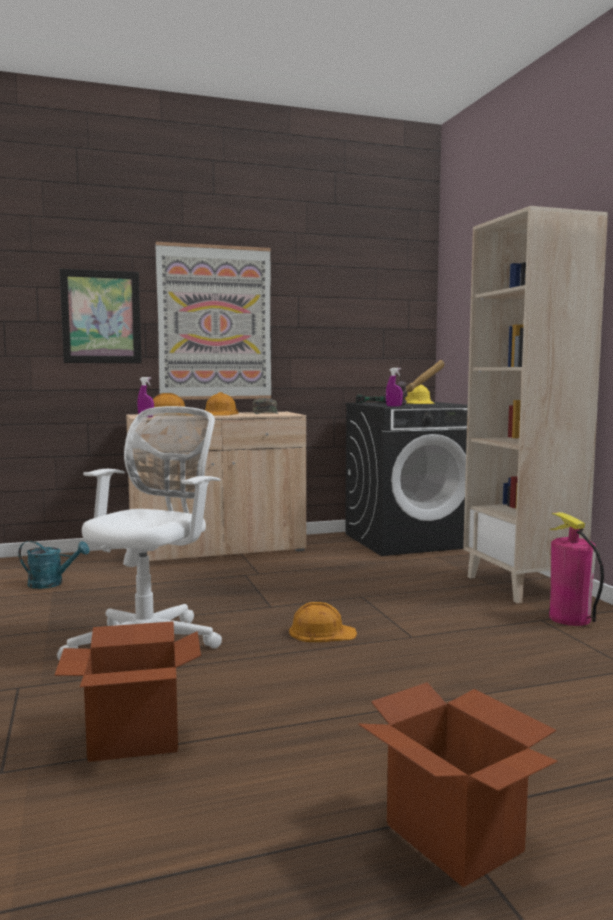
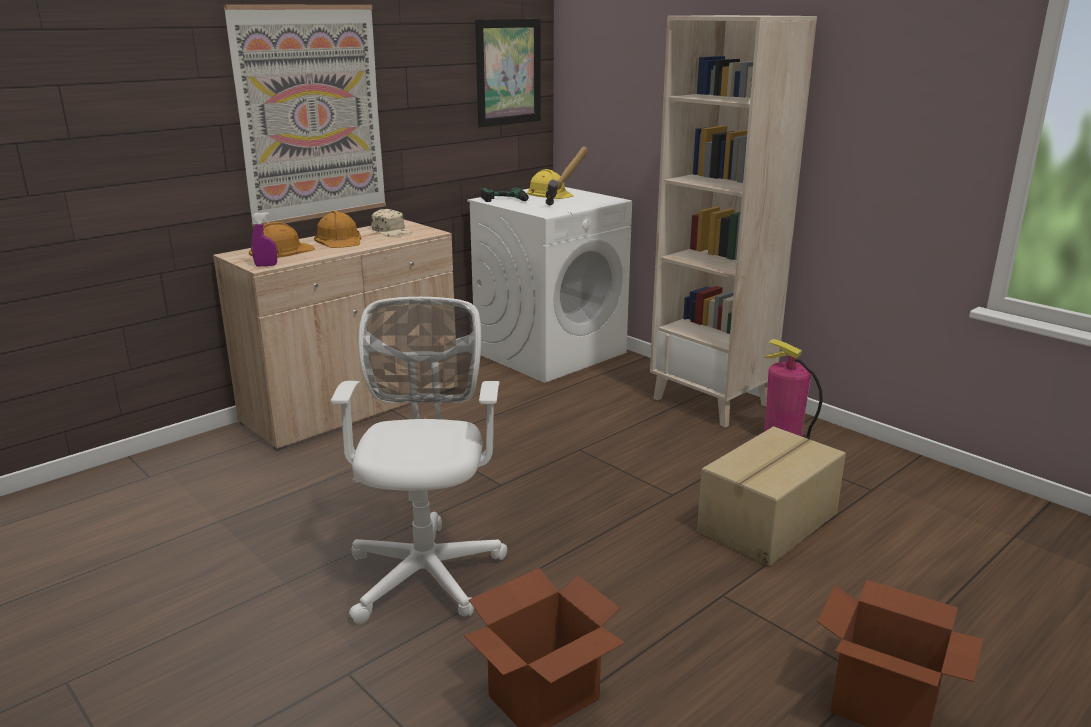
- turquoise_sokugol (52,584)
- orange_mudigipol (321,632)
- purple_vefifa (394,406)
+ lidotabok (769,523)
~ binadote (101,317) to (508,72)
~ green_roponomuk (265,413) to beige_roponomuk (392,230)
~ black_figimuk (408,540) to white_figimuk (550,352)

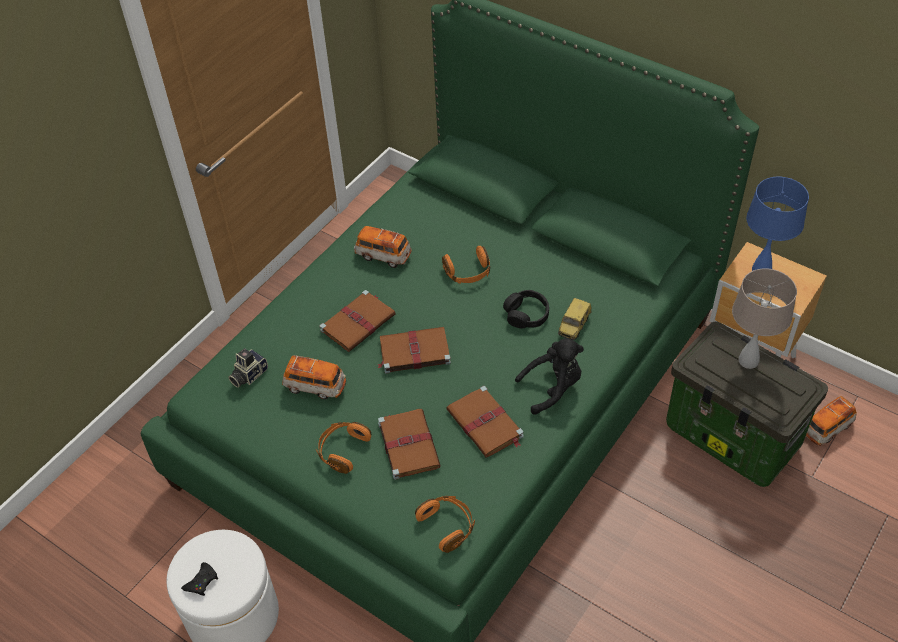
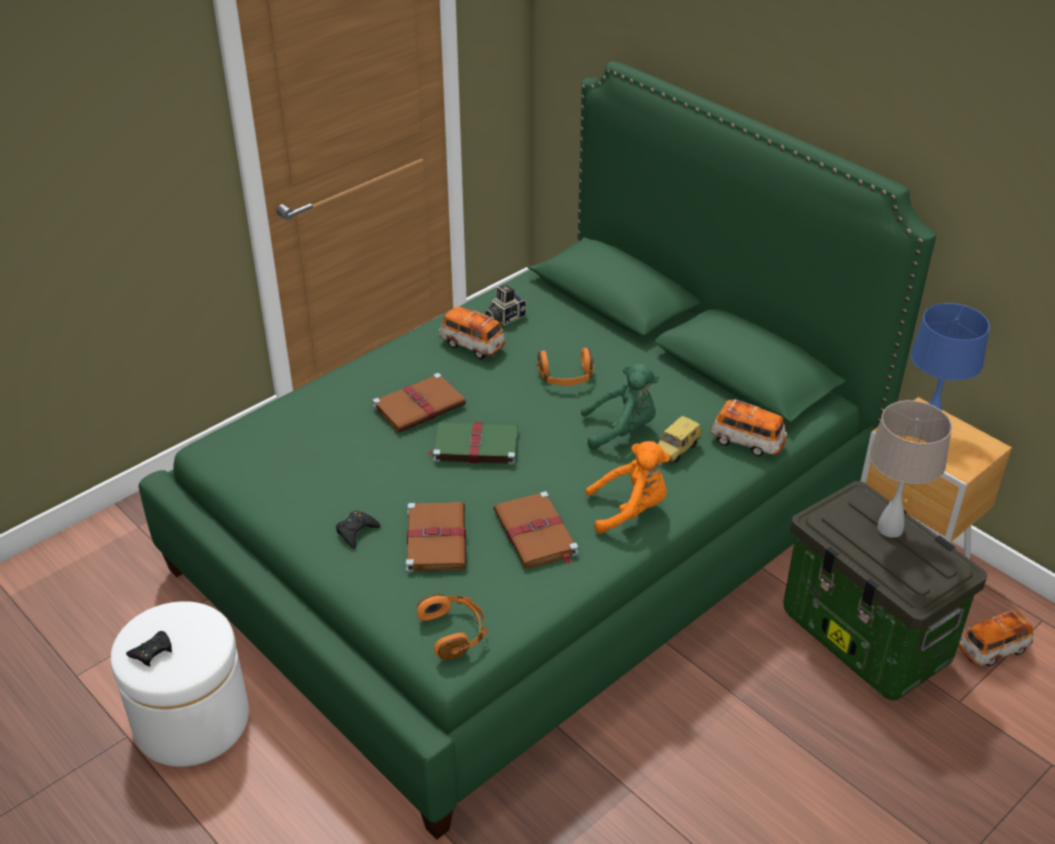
~ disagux (248,375) to (504,317)
~ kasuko (315,386) to (747,442)
~ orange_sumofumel (342,450) to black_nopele (356,531)
~ black_sumofumel (526,314) to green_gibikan (622,430)
~ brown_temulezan (413,351) to green_temulezan (474,445)
~ black_gibikan (553,388) to orange_gibikan (630,510)

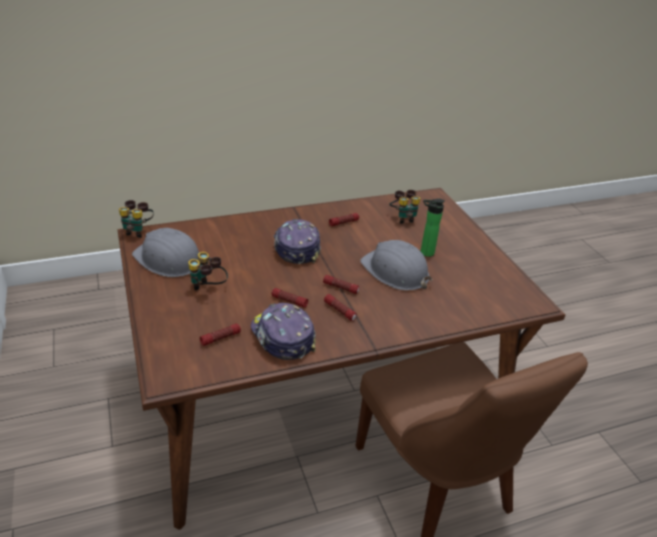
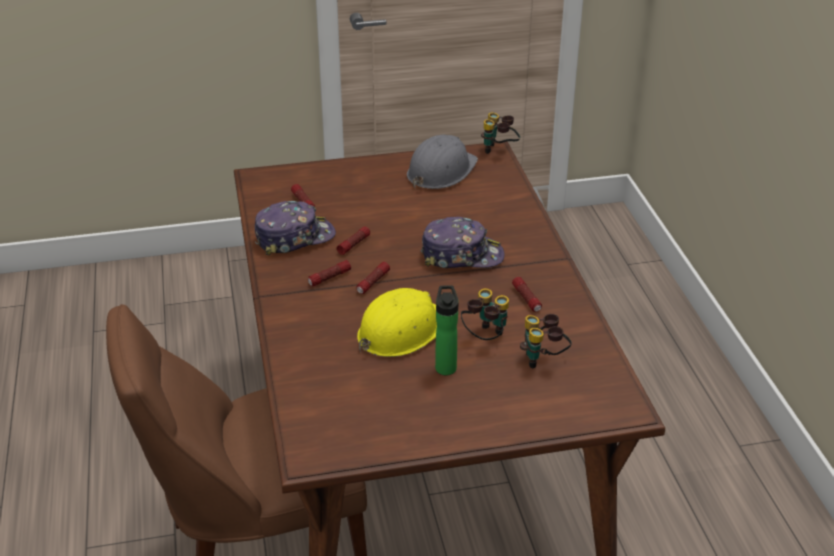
~ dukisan (208,289) to (485,337)
~ grey_mudigipol (395,272) to yellow_mudigipol (401,331)

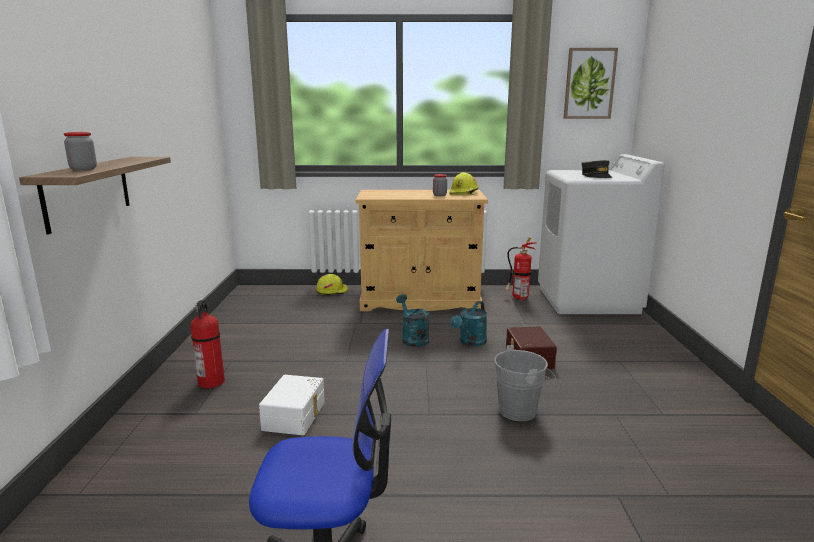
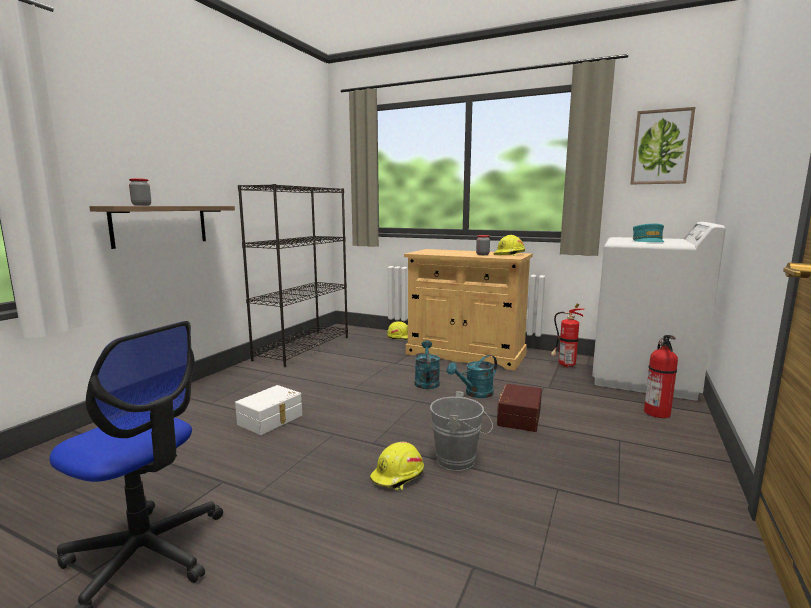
+ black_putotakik (303,348)
+ yellow_mudigipol (398,476)
~ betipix (211,382) to (657,413)
~ grey_roponomuk (596,176) to turquoise_roponomuk (648,241)

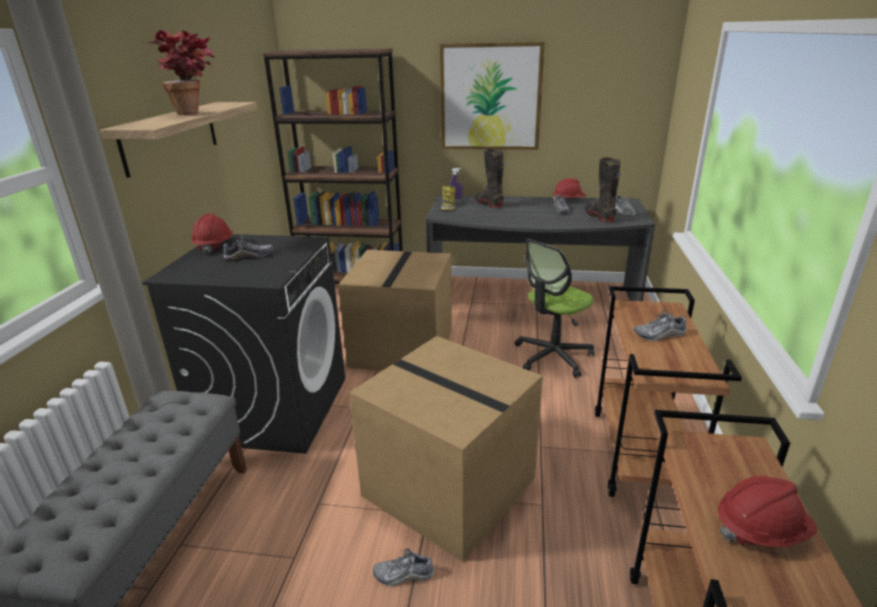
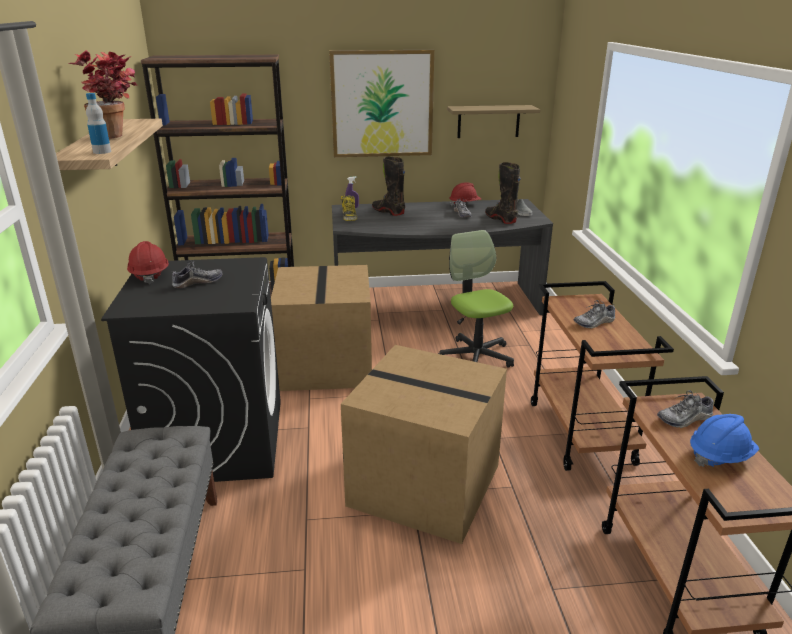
+ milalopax (102,152)
+ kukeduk (488,121)
~ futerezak (403,575) to (684,419)
~ red_mudigipol (760,530) to blue_mudigipol (720,456)
~ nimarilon (552,356) = (475,357) 120 degrees clockwise

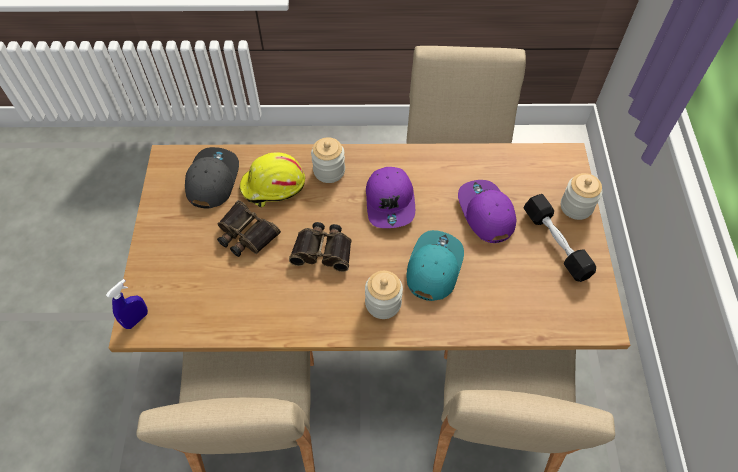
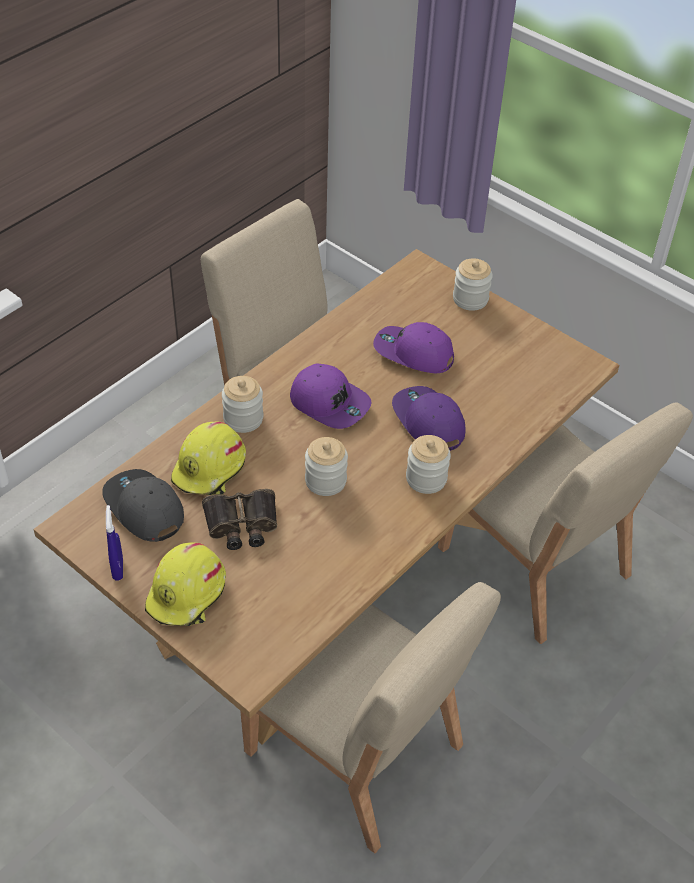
- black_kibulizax (555,243)
+ yellow_mudigipol (188,594)
~ blue_vefifa (136,319) to (118,568)
~ dukisan (323,250) to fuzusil (325,481)
~ turquoise_roponomuk (433,267) to purple_roponomuk (427,422)

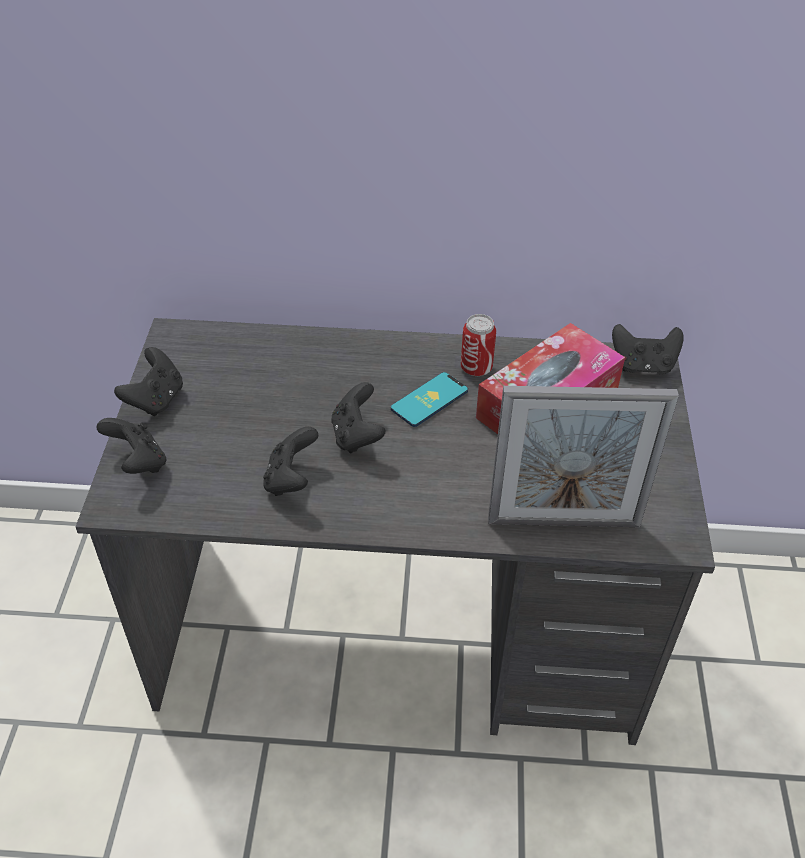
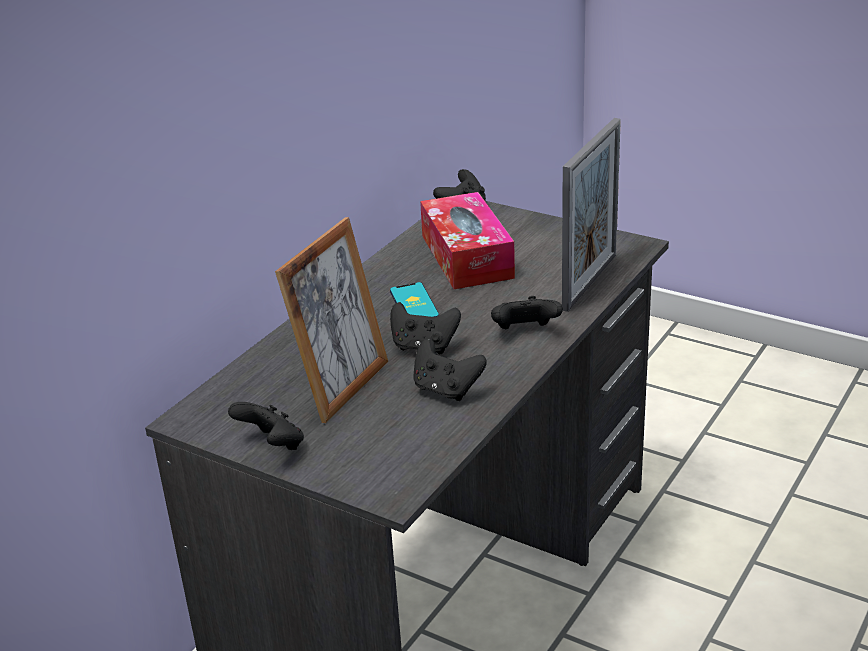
- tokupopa (476,368)
+ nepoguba (342,387)
~ black_nopele (138,462) to (525,332)

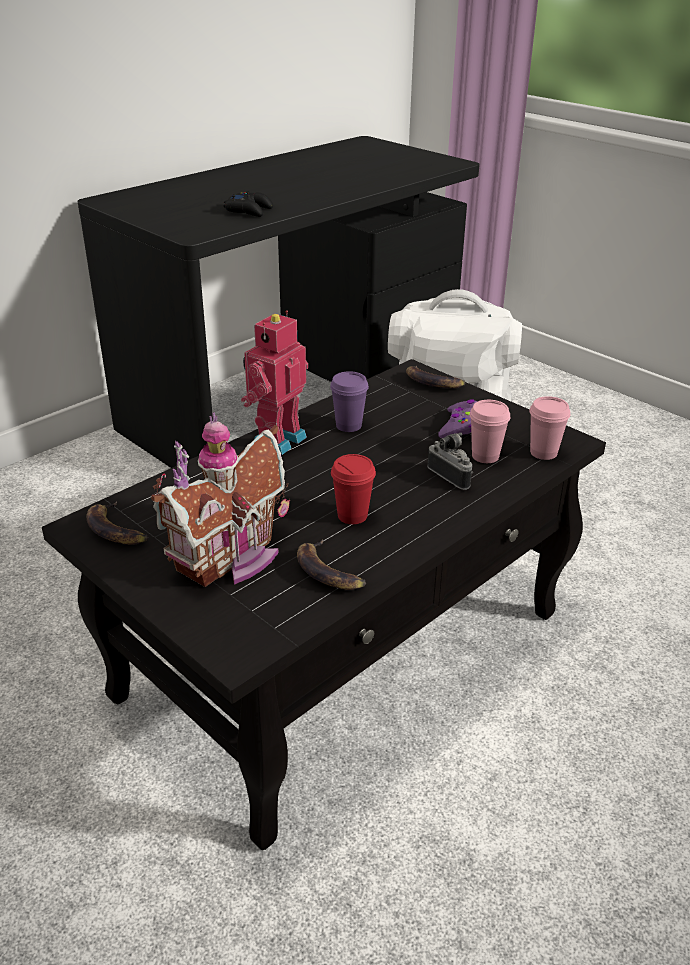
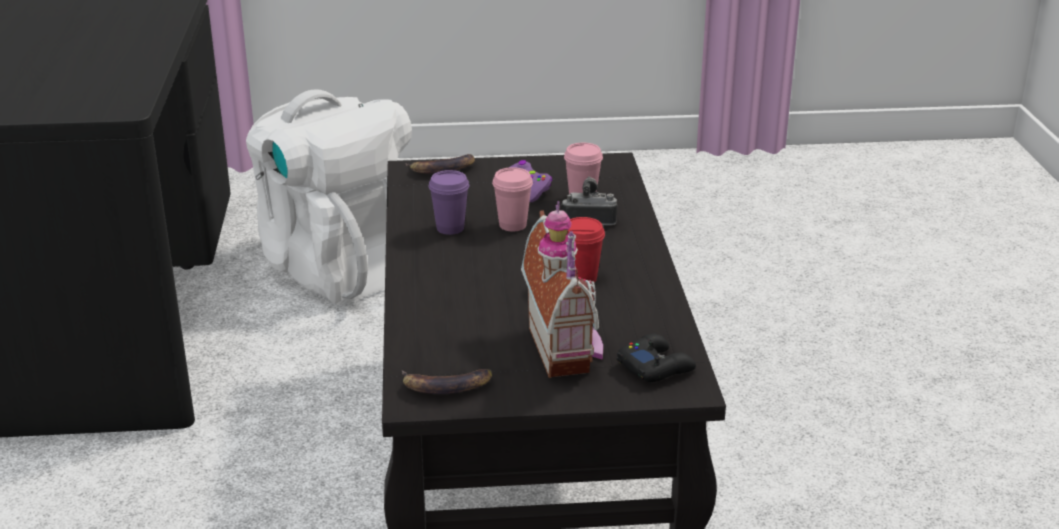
- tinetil (277,439)
- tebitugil (328,571)
~ black_nopele (249,210) to (655,366)
~ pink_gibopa (543,452) to (512,225)

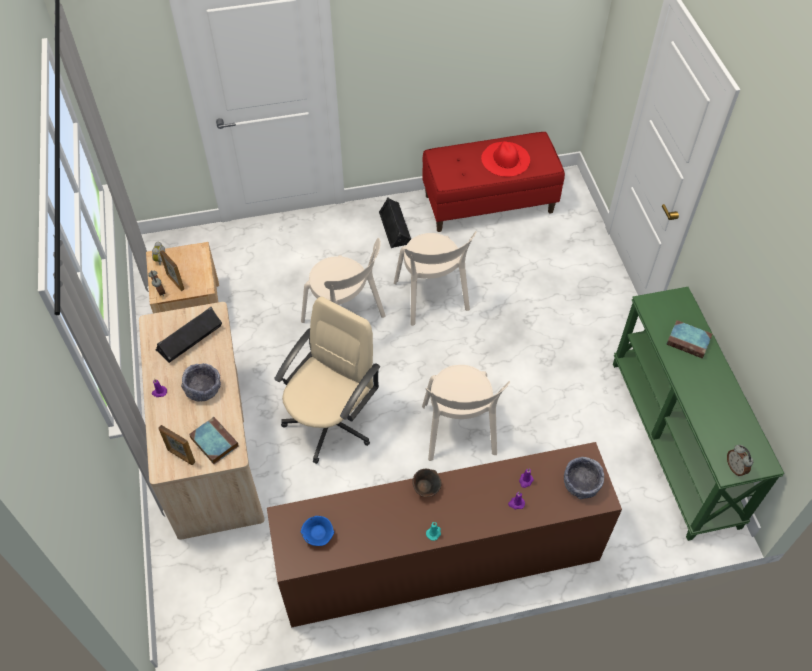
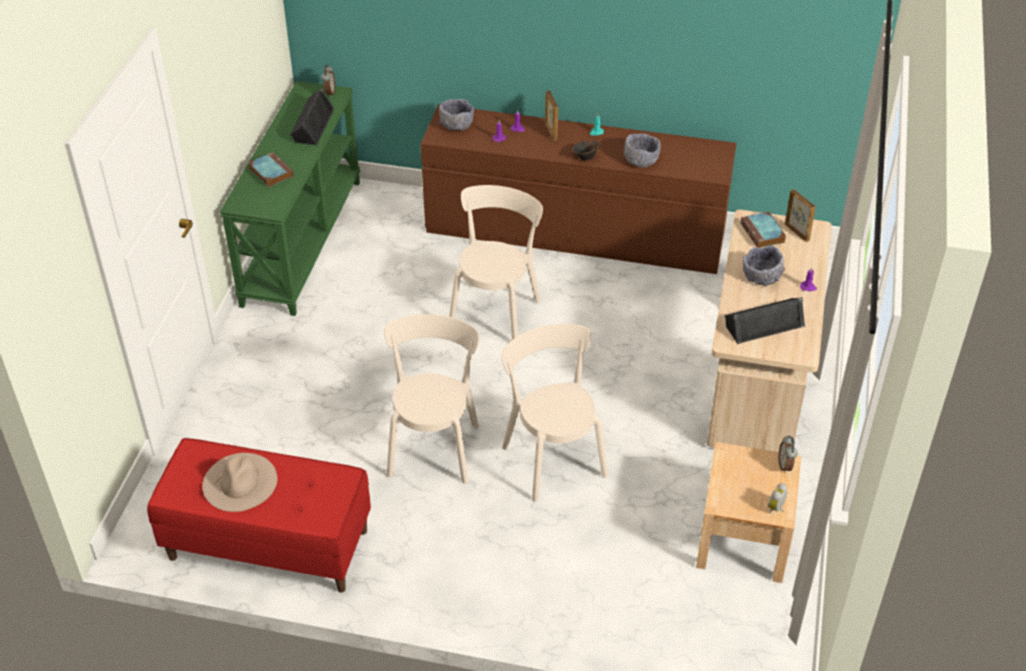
- beige_nimarilon (331,422)
- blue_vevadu (319,536)
+ grey_vevadu (641,160)
~ nepoguba (175,282) to (551,132)
~ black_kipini (395,227) to (312,125)
~ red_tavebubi (505,159) to beige_tavebubi (240,482)

